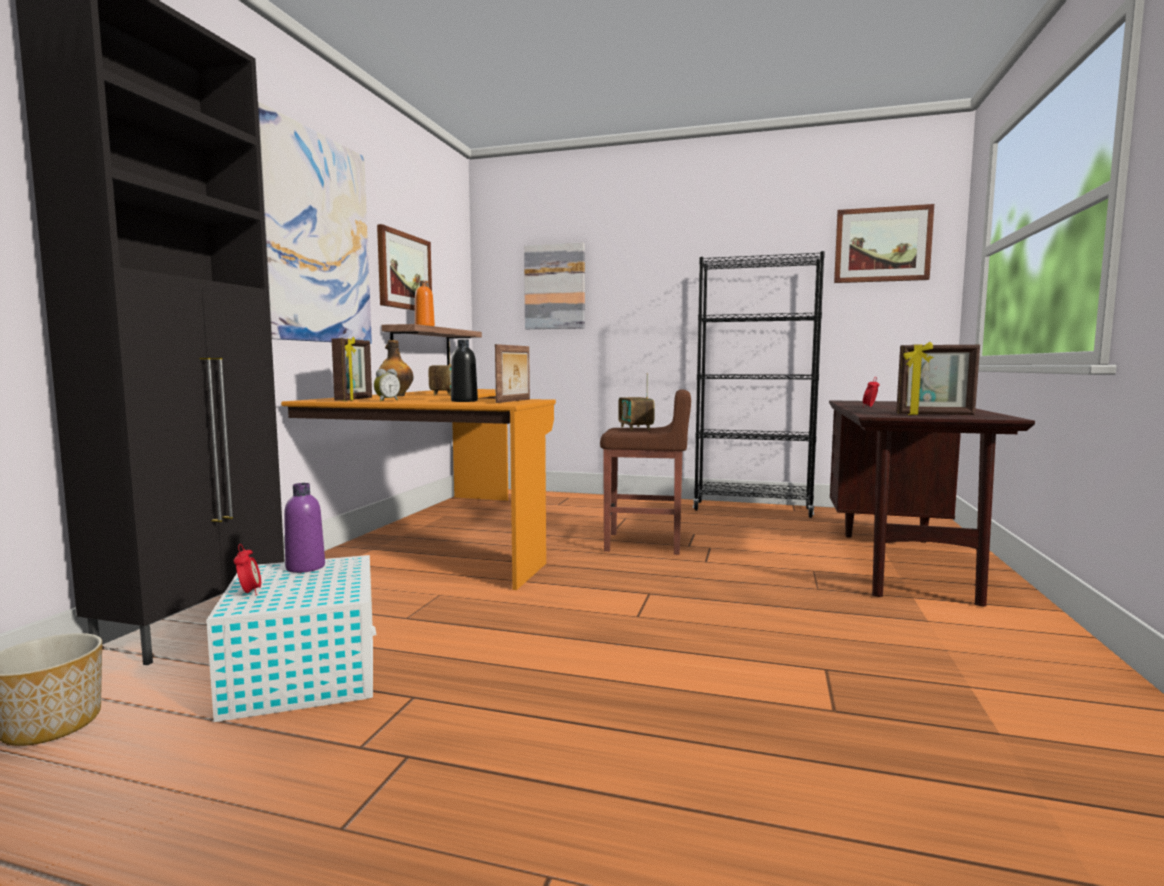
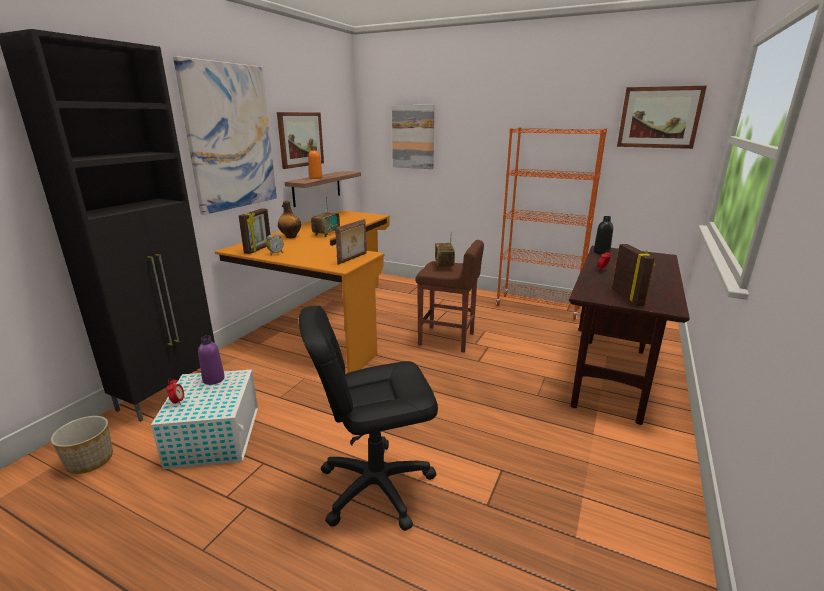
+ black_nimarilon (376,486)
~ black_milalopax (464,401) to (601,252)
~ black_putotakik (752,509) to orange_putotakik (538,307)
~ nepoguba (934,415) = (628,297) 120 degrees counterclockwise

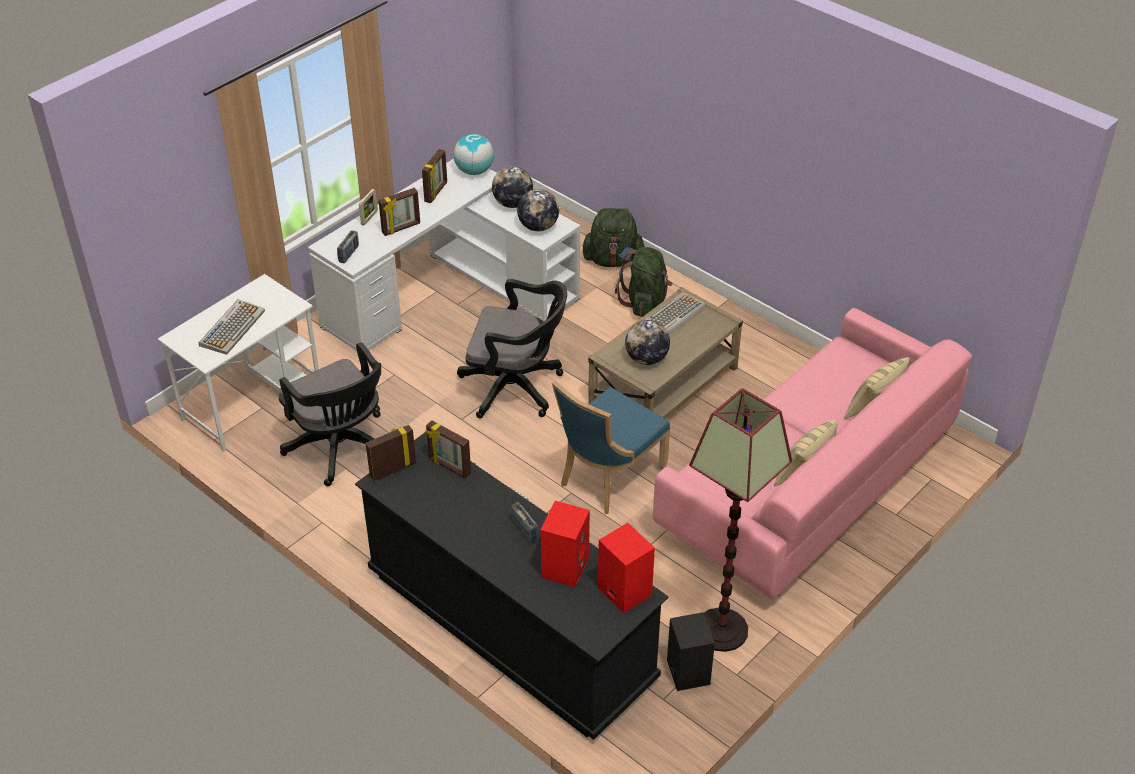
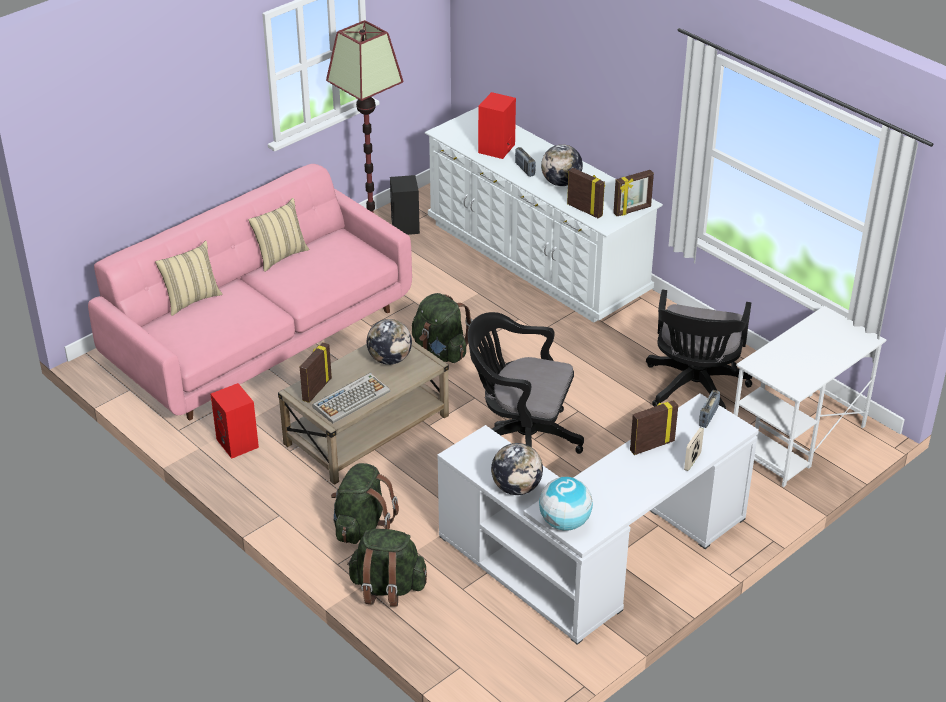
- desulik (232,327)
~ nepoguba (436,192) to (316,389)
~ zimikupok (538,227) to (561,183)
~ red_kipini (623,591) to (238,443)
~ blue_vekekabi (608,478) to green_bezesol (440,352)
~ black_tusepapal (510,626) to white_tusepapal (536,258)
~ black_nimarilon (341,449) = (694,390) 135 degrees counterclockwise

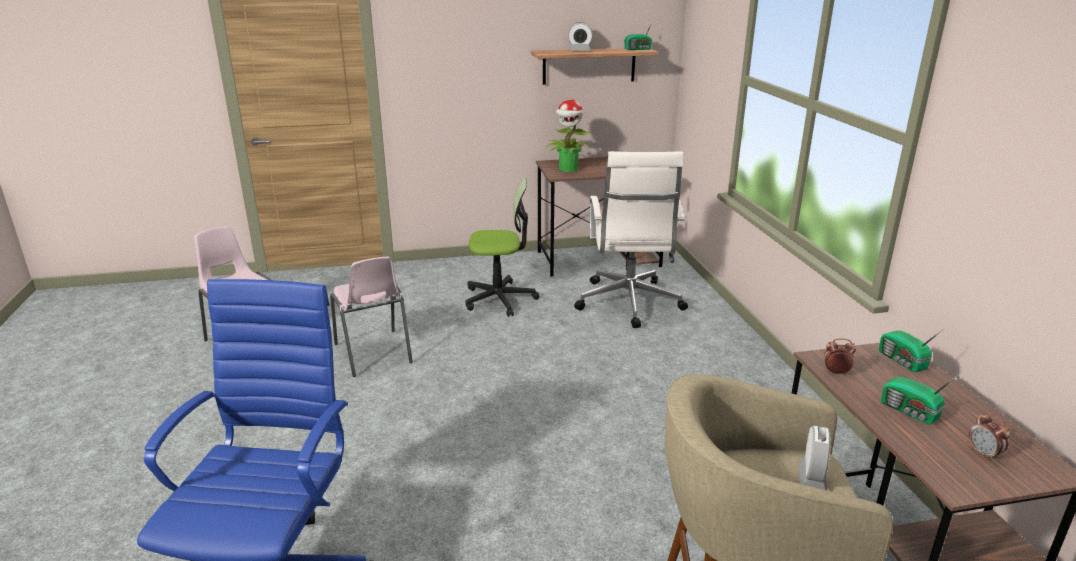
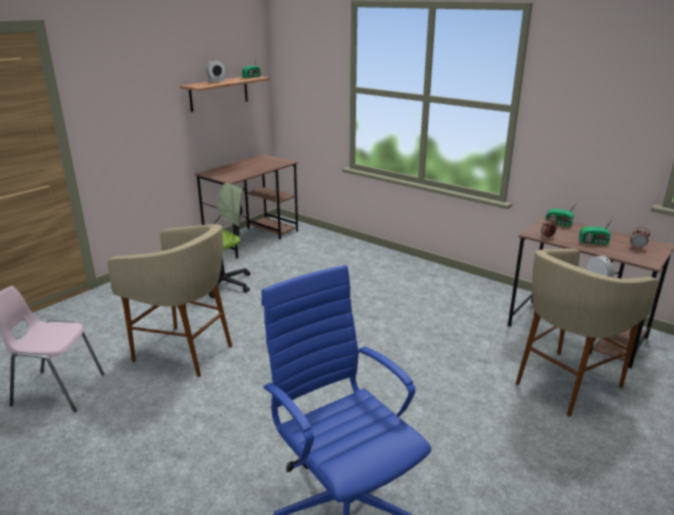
- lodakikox (568,169)
- white_nimarilon (629,304)
~ pink_vekekabi (373,354) to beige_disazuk (185,352)

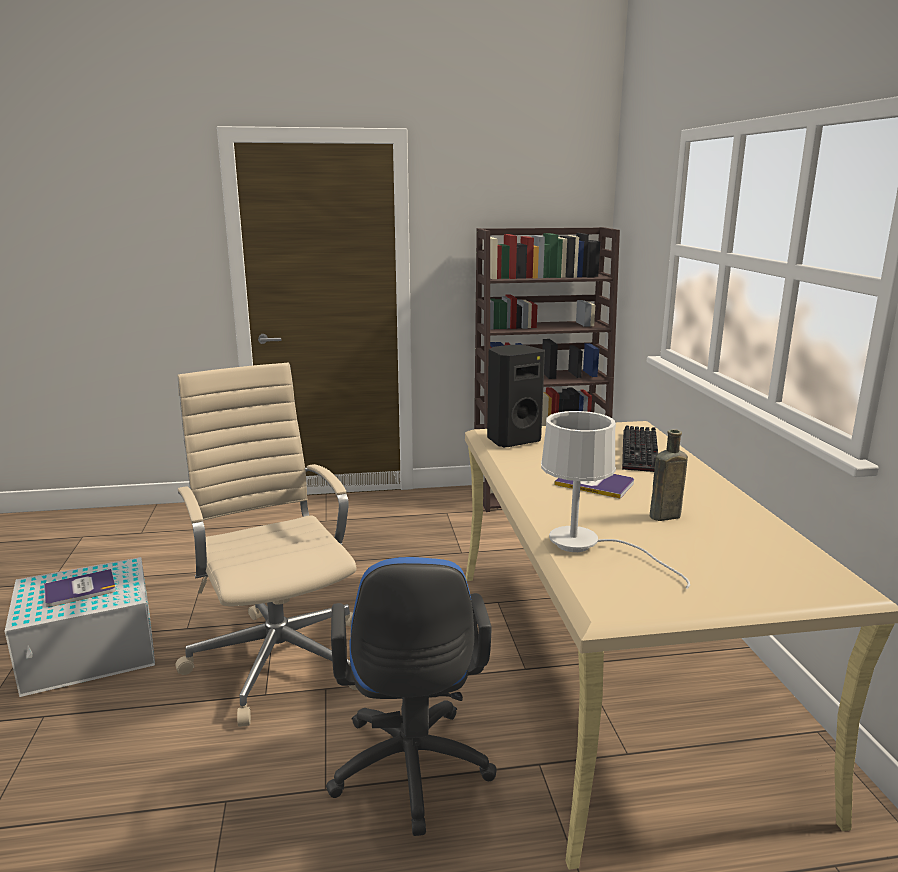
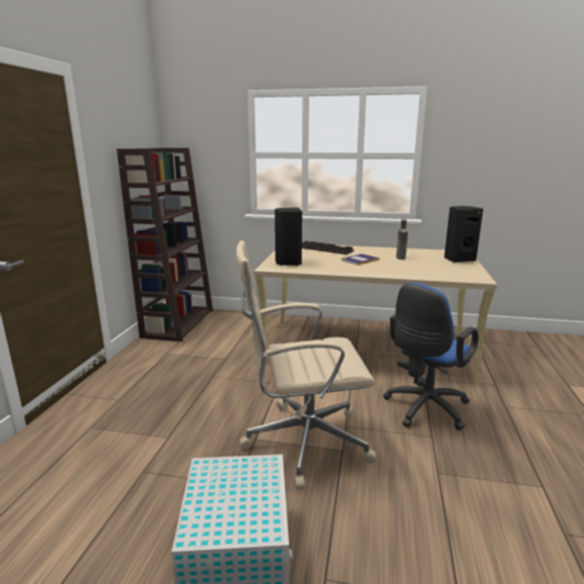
- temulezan (80,589)
- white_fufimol (587,548)
+ black_kipini (458,259)
~ blue_nimarilon (411,774) = (424,409) 120 degrees clockwise

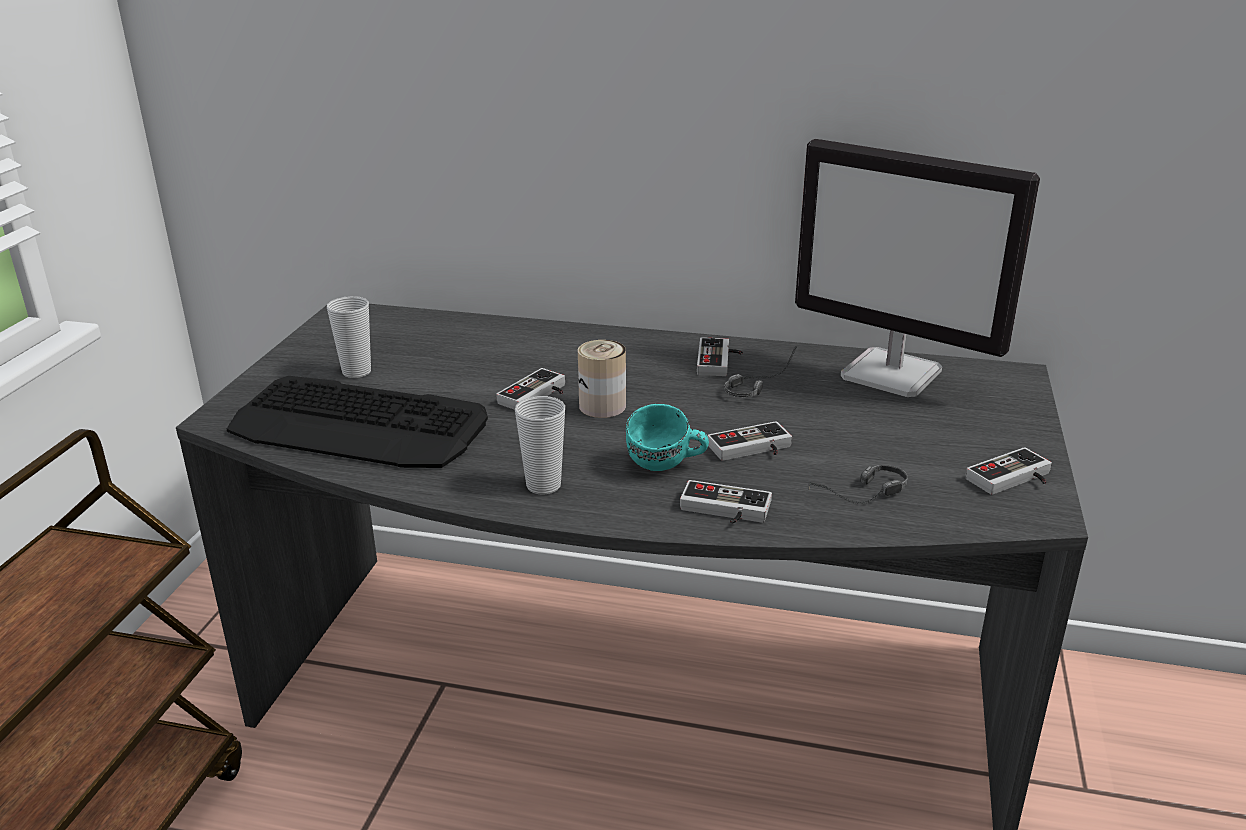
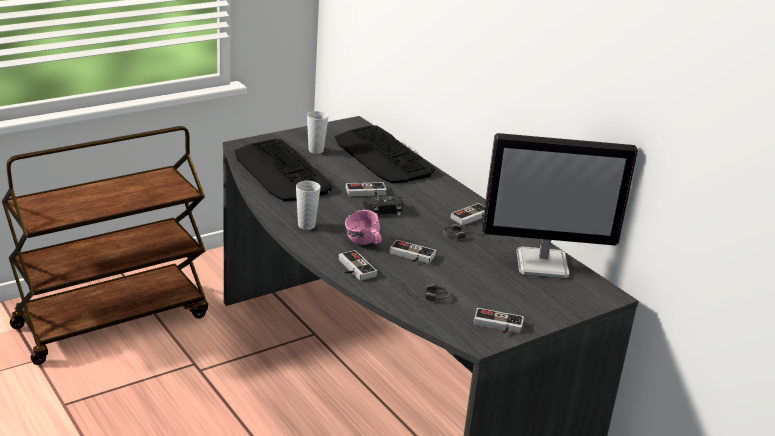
+ desulik (383,156)
~ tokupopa (602,406) to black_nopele (384,210)
~ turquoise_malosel (666,467) to pink_malosel (363,243)
~ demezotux (893,375) = (543,264) 75 degrees counterclockwise

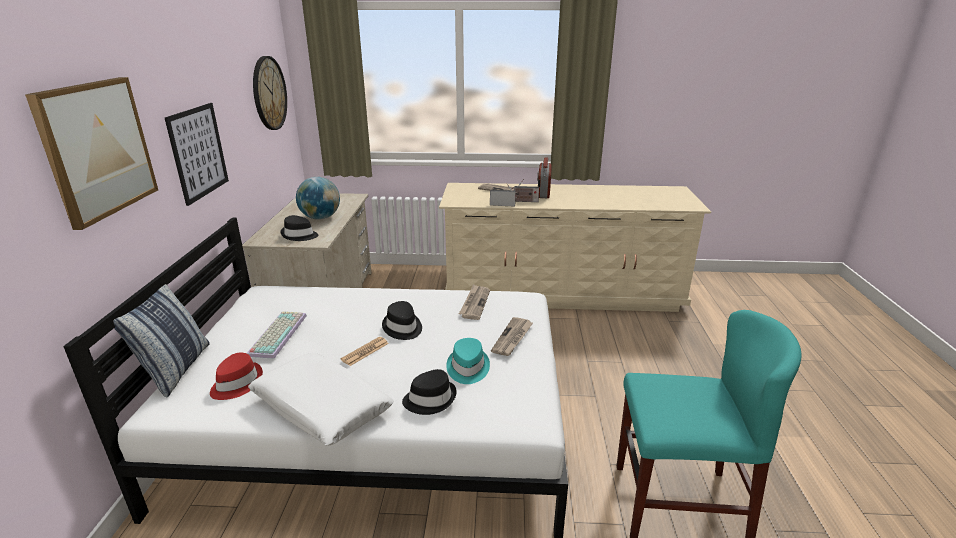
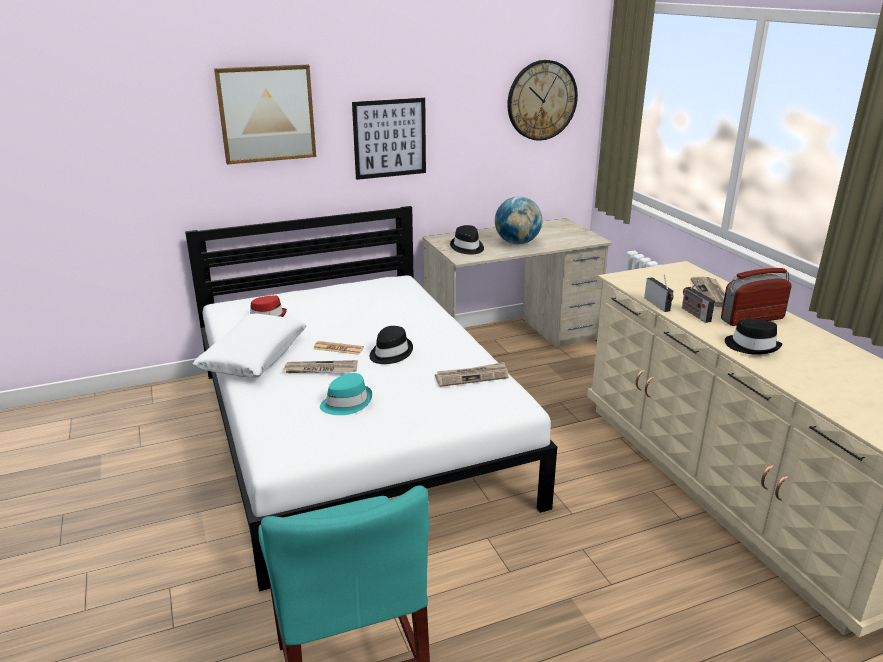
- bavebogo (176,369)
- desulik (277,334)
~ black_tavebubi (430,399) to (752,346)
~ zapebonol (512,338) to (320,369)

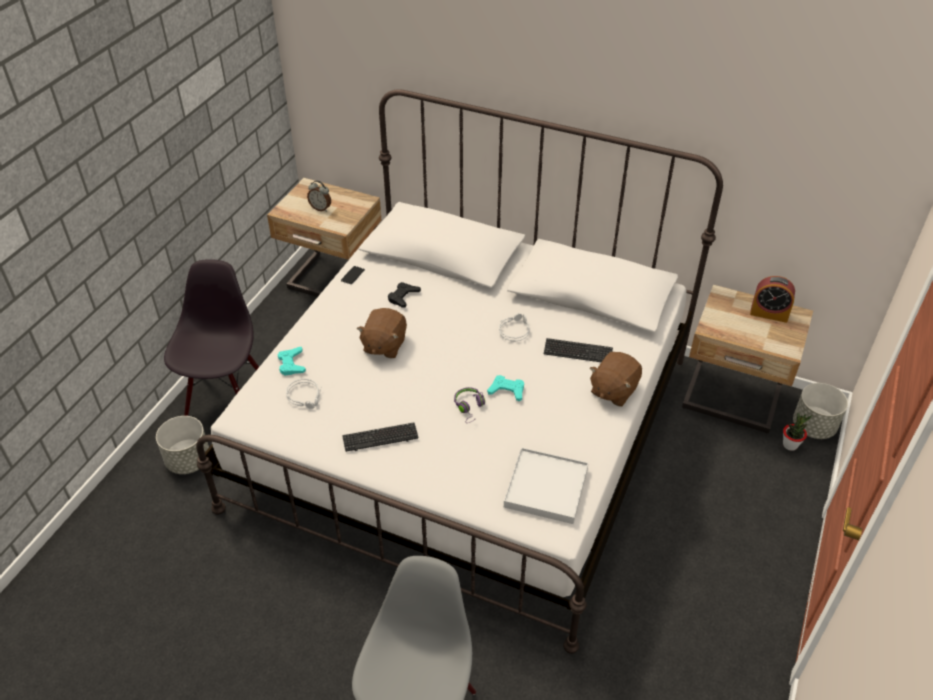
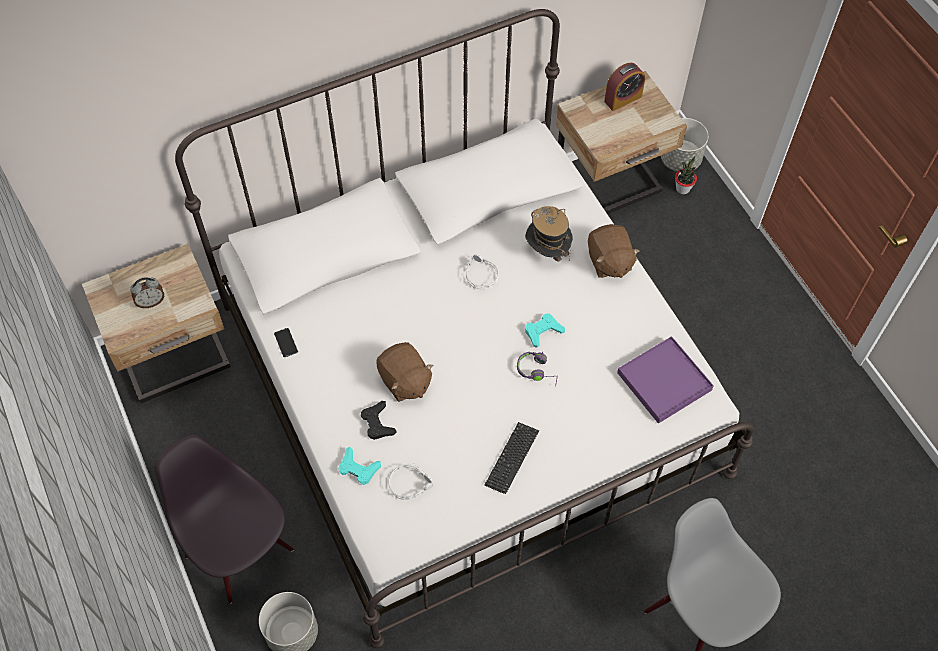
~ black_nopele (403,297) to (377,423)
~ desulik (578,352) to tavebubi (547,251)
~ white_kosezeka (546,488) to purple_kosezeka (664,382)

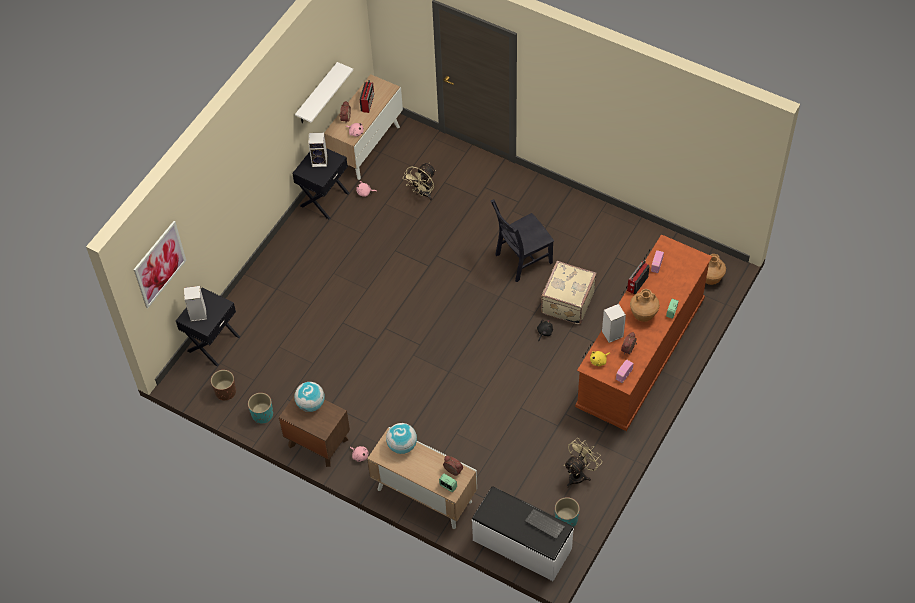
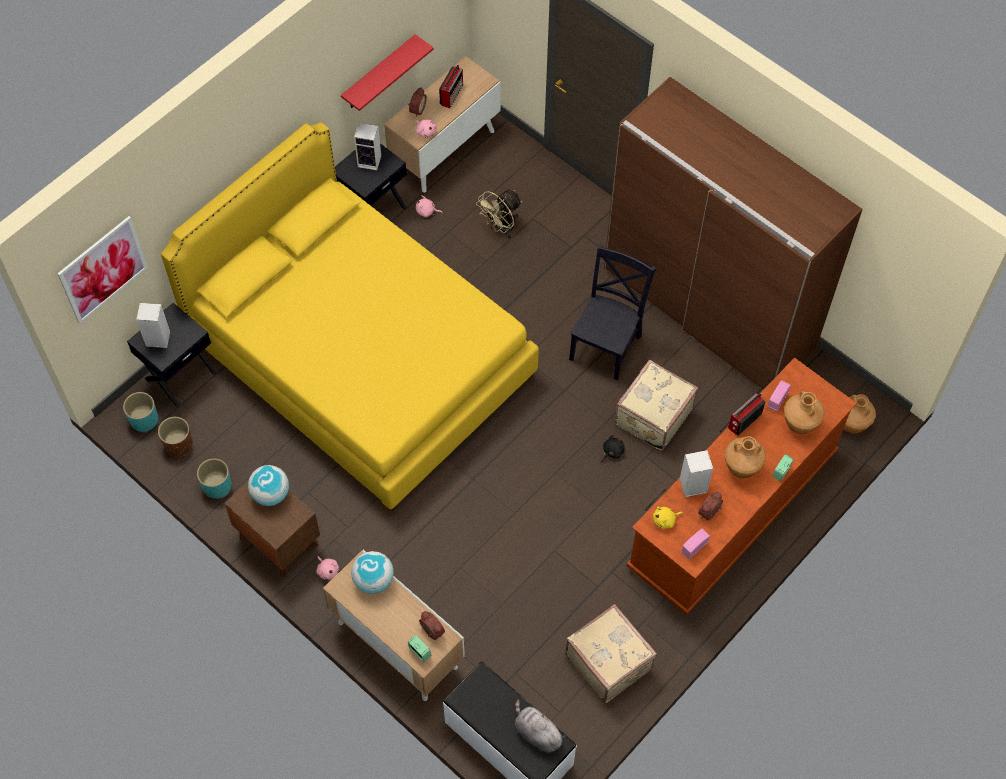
+ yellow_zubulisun (361,358)
+ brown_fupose (708,308)
+ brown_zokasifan (799,424)
~ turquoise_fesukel (566,520) to (144,420)
~ desulik (543,525) to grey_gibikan (536,733)
~ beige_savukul (579,474) to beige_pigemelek (609,661)
~ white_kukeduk (317,94) to red_kukeduk (379,73)
~ black_vekekabi (521,259) = (607,345) 135 degrees clockwise

